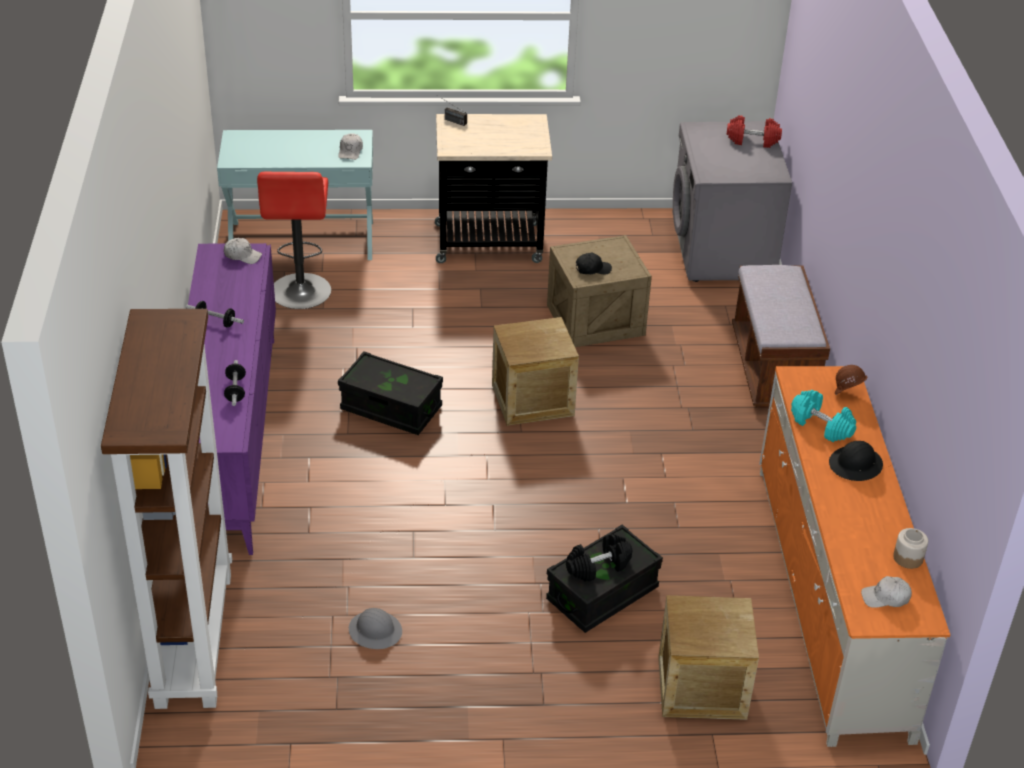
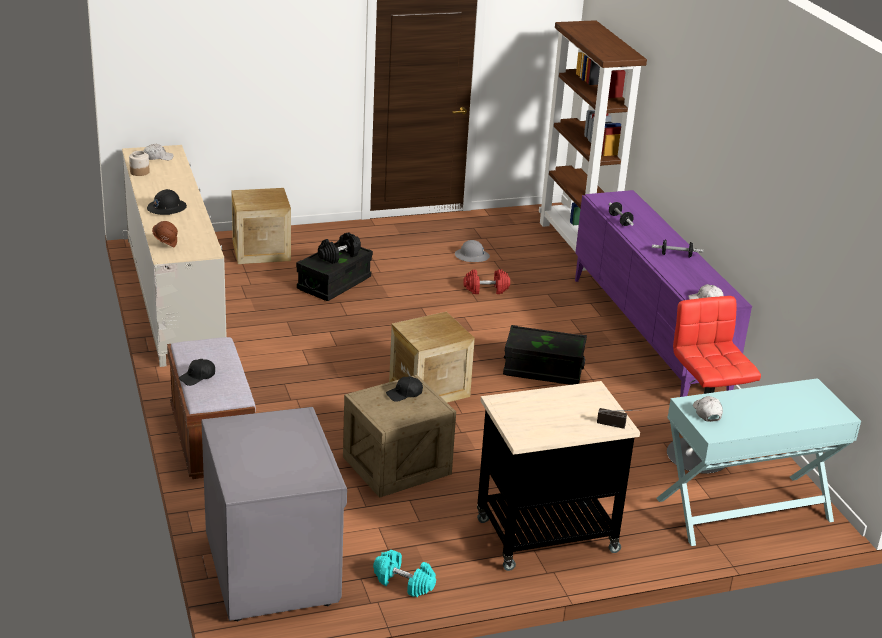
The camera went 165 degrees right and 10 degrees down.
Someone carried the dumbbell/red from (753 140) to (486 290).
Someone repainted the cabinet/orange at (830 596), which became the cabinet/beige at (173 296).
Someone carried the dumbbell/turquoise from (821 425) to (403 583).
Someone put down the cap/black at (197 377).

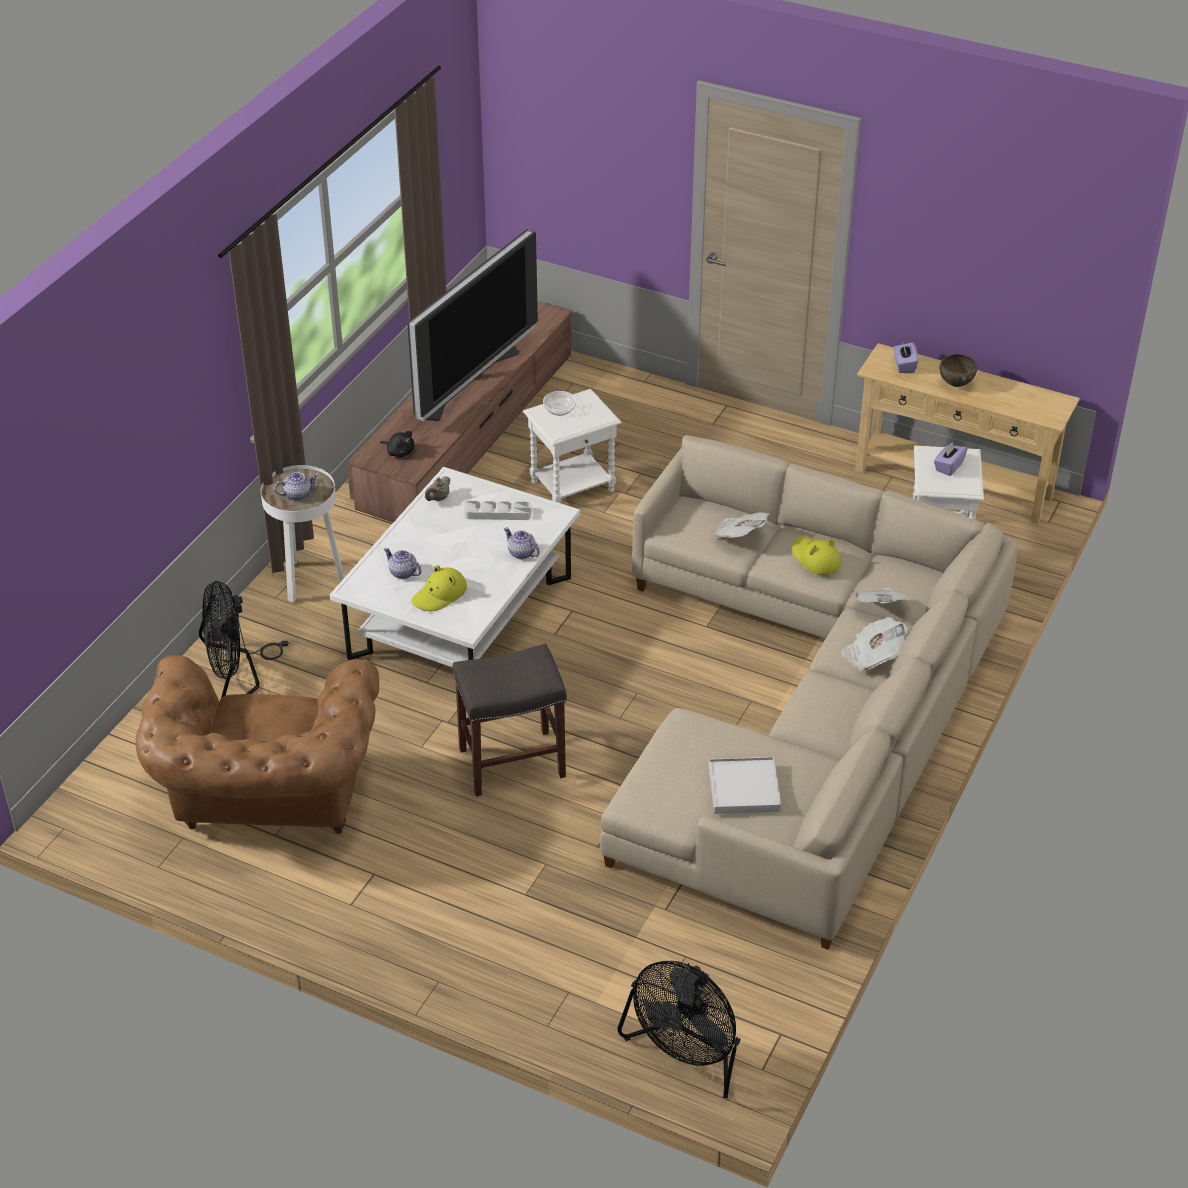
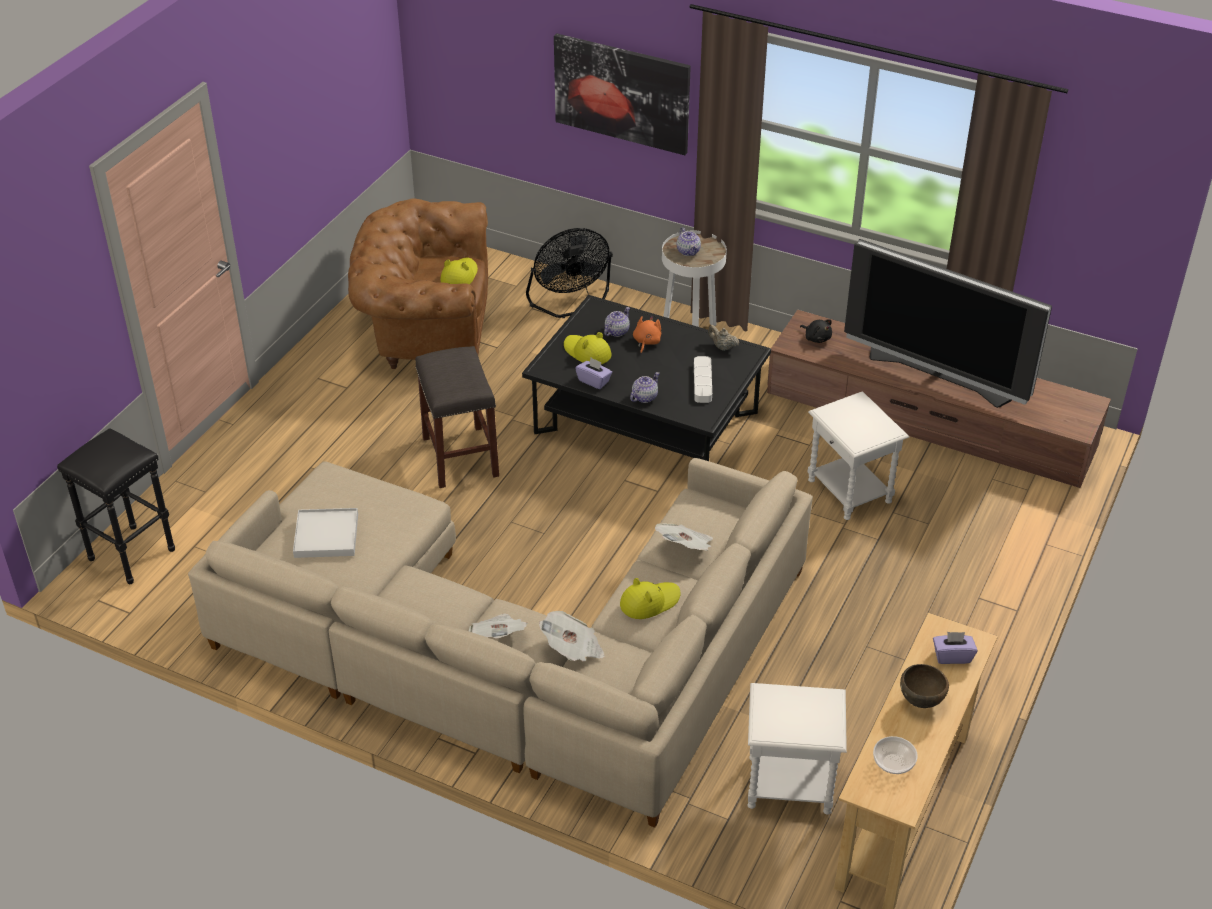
The camera went 90 degrees right and 0 degrees up.
Someone carried the bowl from (559 410) to (893 763).
Someone rotated the plush toy/black at (399 452) by 75 degrees counterclockwise.
Someone carried the tissue box/purple from (948 466) to (594 381).
Someone repainted the coffee table/white at (461 617), which became the coffee table/black at (646 422).
Someone swapped the fan/black at (685 1048) for the stool/black at (132 555).
Someone put up the picture at (622 93).
Someone put down the hat/yellow at (459 276).
Someone put down the plush toy/orange at (646 342).

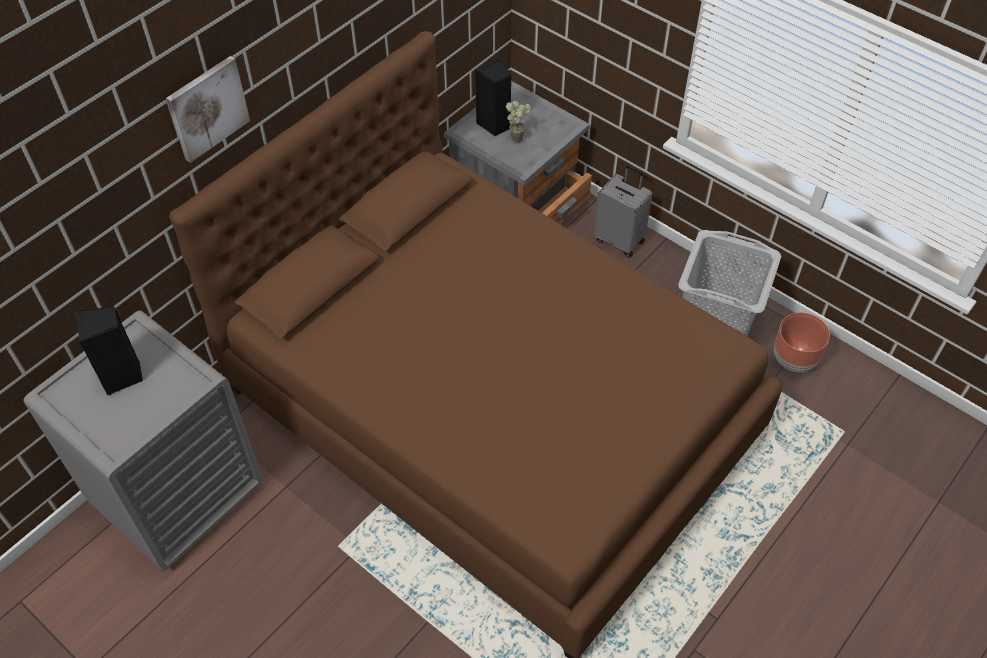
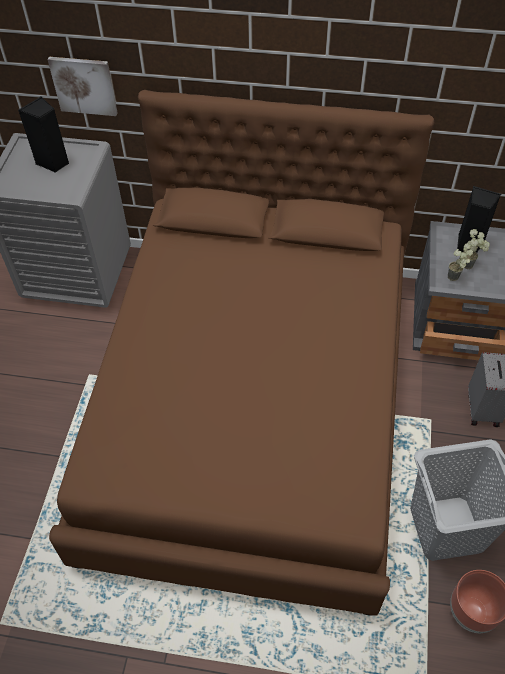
The camera went 60 degrees right and 0 degrees up.
Someone carried the picture from (207 108) to (84 85).
Someone put down the potted plant at (455 279).

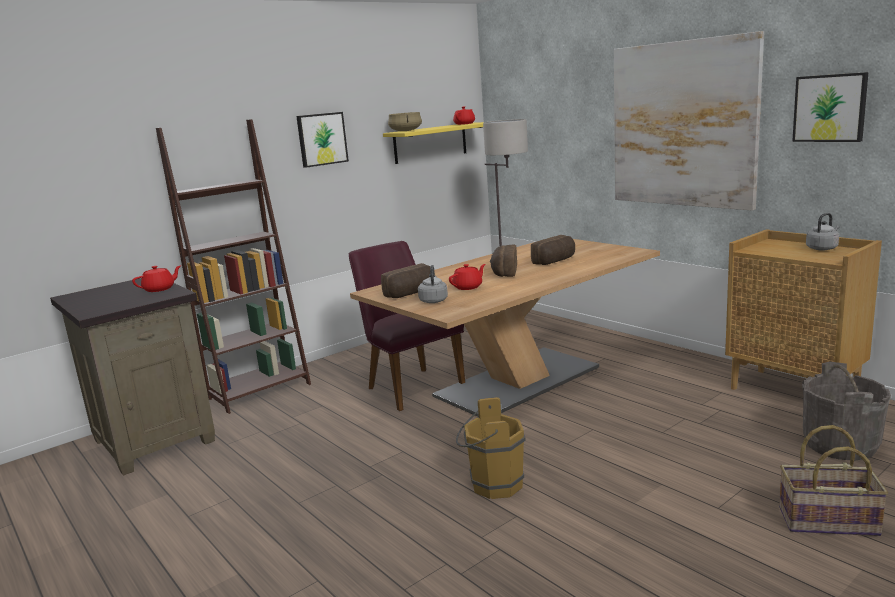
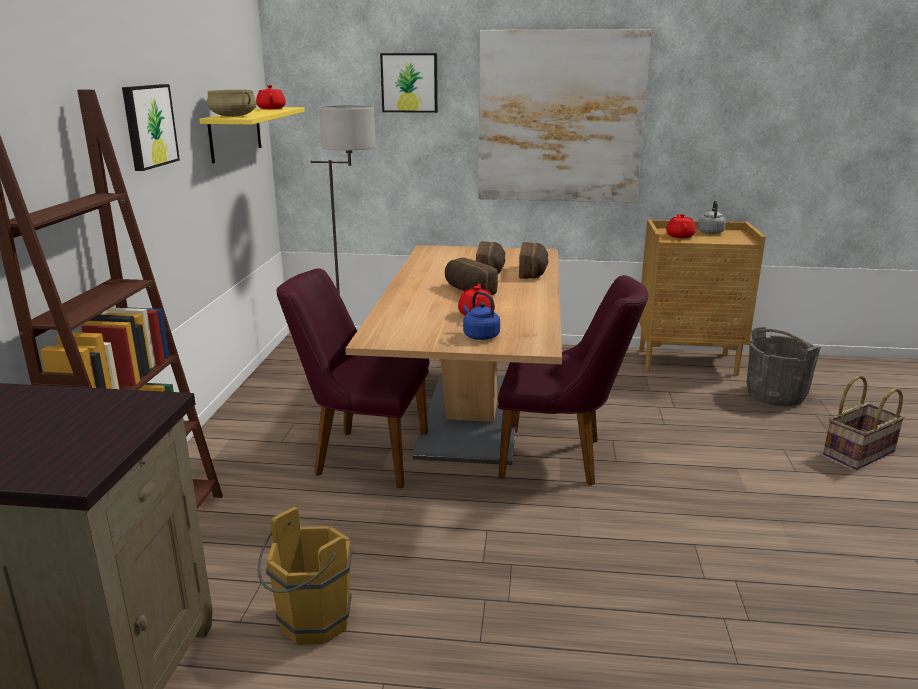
The camera went 45 degrees left and 5 degrees up.
Someone carried the picture from (830 108) to (409 82).
Someone carried the bread from (411 293) to (533 272).
Someone carried the teapot/red from (160 289) to (680 236).
Someone repainted the kettle/grey at (433 300), which became the kettle/blue at (479 336).
Someone carried the bucket/brown from (492 485) to (310 623).
Someone put down the chair/purple at (562 458).

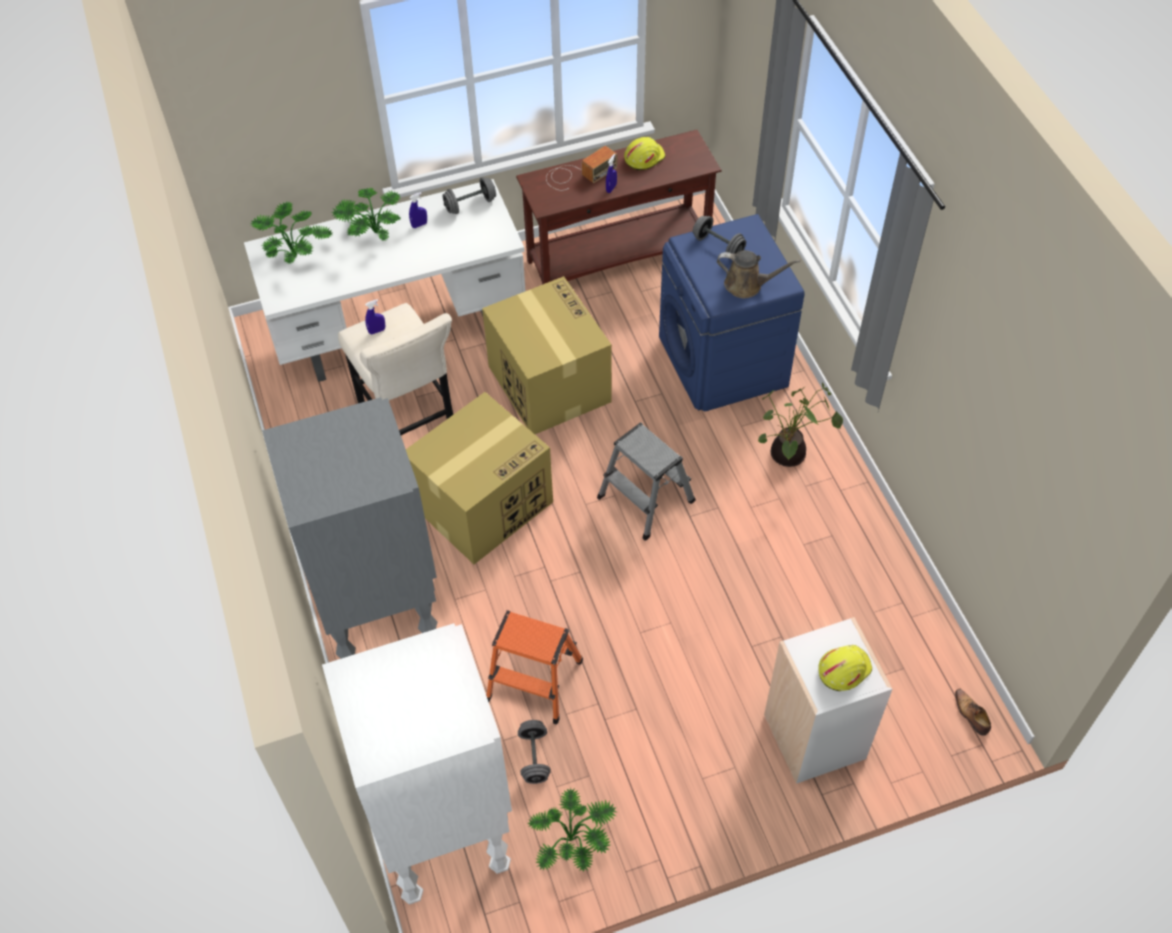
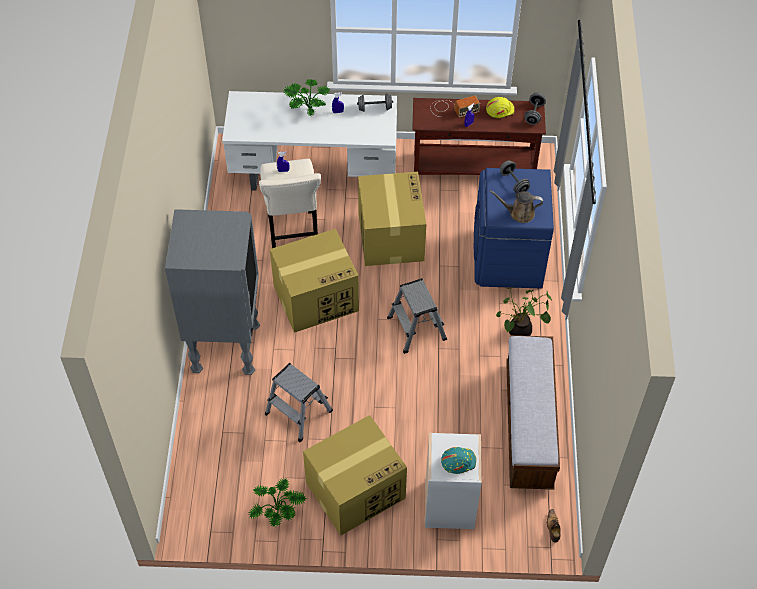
The camera went 20 degrees right and 0 degrees up.
Someone took away the potted plant at (295 253).
Someone rotated the watering can/brown at (747 285) by 150 degrees clockwise.
Someone repainted the step ladder/orange at (535 679), which became the step ladder/grey at (299 412).
Someone took away the cabinet/white at (445 833).
Someone repainted the hard hat/yellow at (843 669), which became the hard hat/turquoise at (458 461).
Someone carried the dumbbell/grey from (534 757) to (534 114).
Someone put down the bench at (528 425).
Someone put down the cardboard box at (356 489).

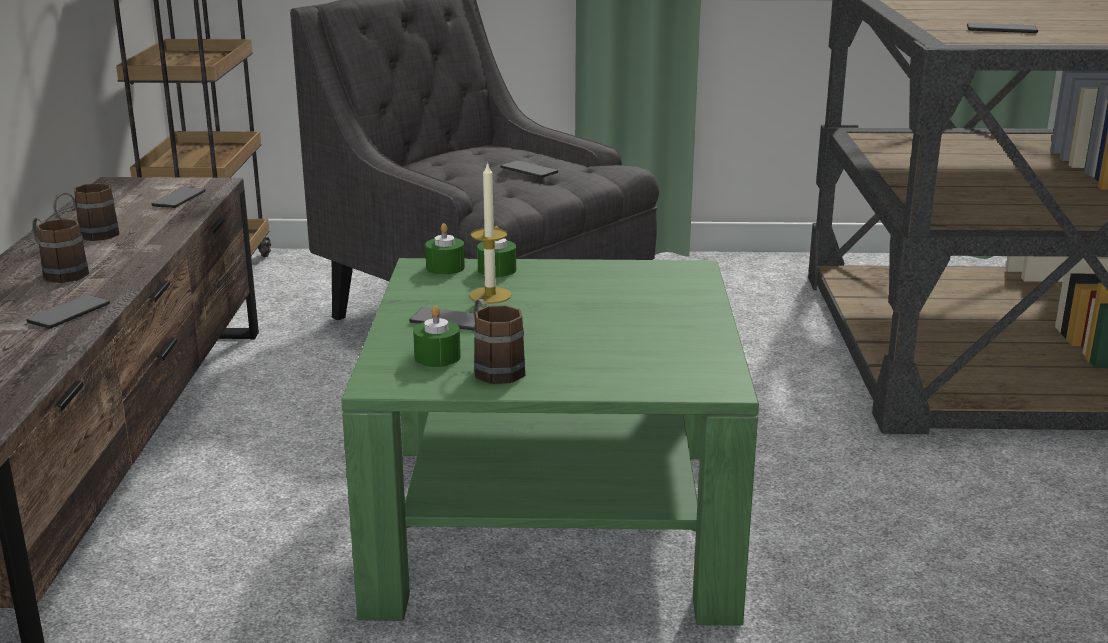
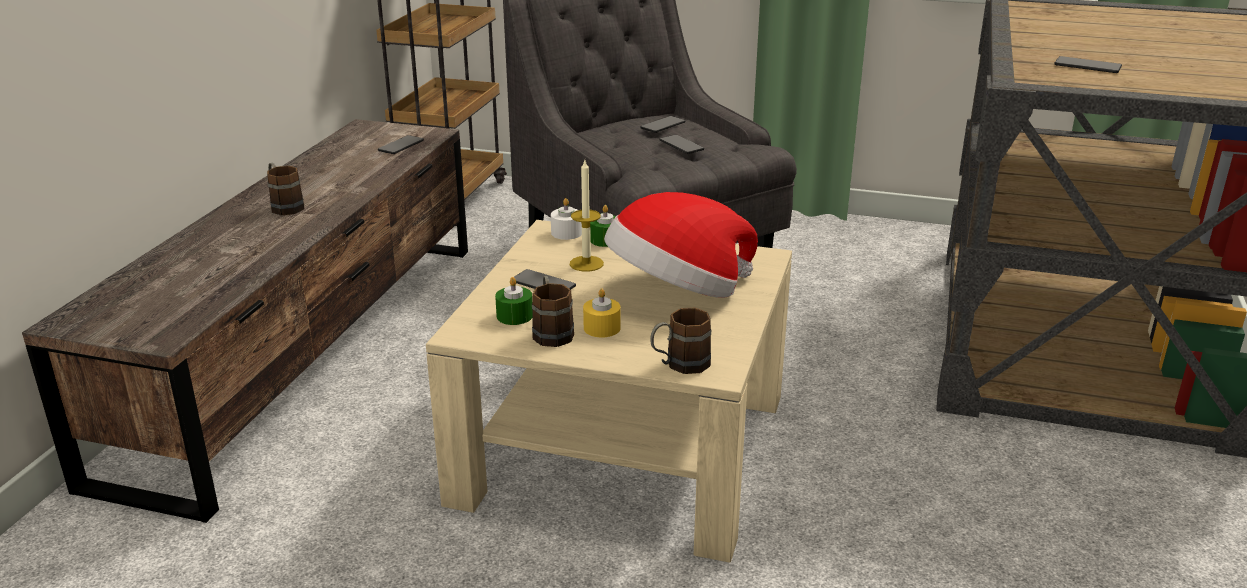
The camera went 15 degrees right and 5 degrees up.
Someone carried the mug/brown from (89 236) to (679 365).
Someone repainted the candle/green at (445 267), which became the candle/white at (566 233).
Someone repainted the coffee table/green at (554 520), which became the coffee table/beige at (623 448).
Someone carried the phone from (69 313) to (663 125).
Someone put down the hat at (677 292).
Someone put down the candle/yellow at (602 328).

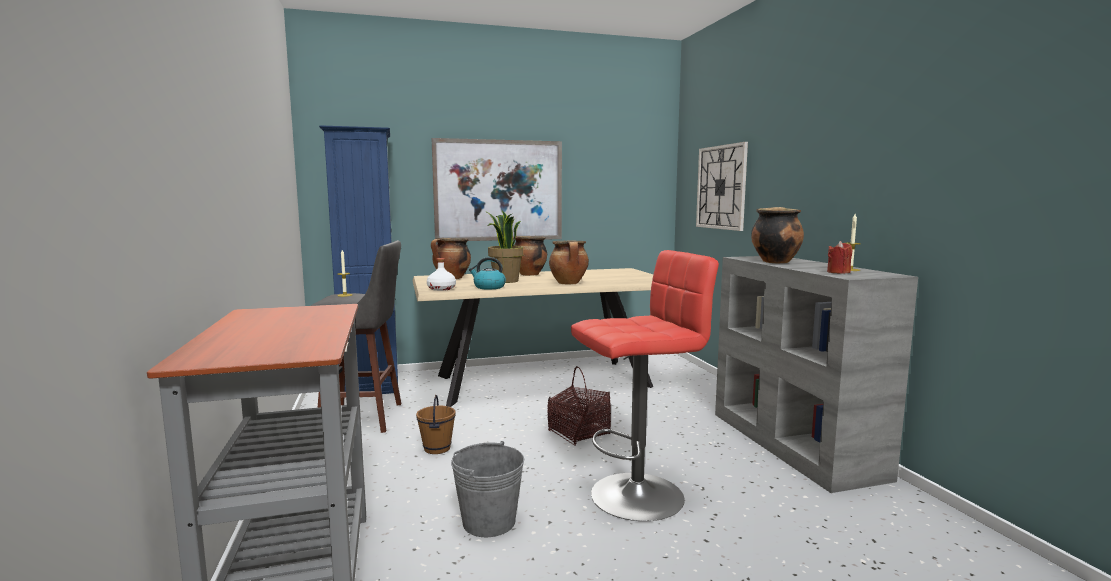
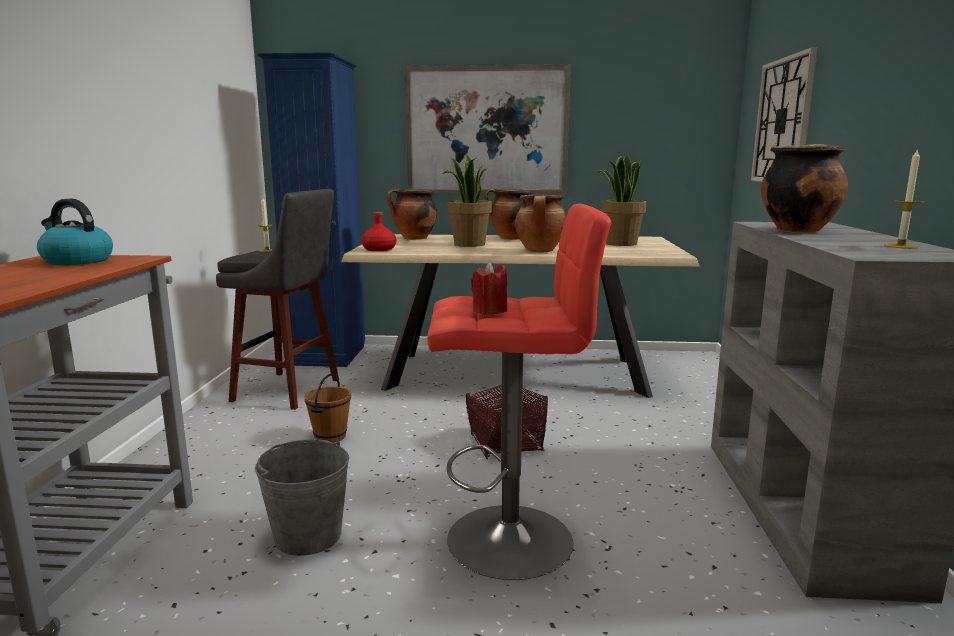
The camera went 20 degrees right and 5 degrees up.
Someone carried the candle/red from (838 272) to (489 311).
Someone carried the kettle from (489 287) to (76 261).
Someone repainted the bottle/white at (441 289), which became the bottle/red at (378 249).
Someone put down the potted plant at (620 243).

